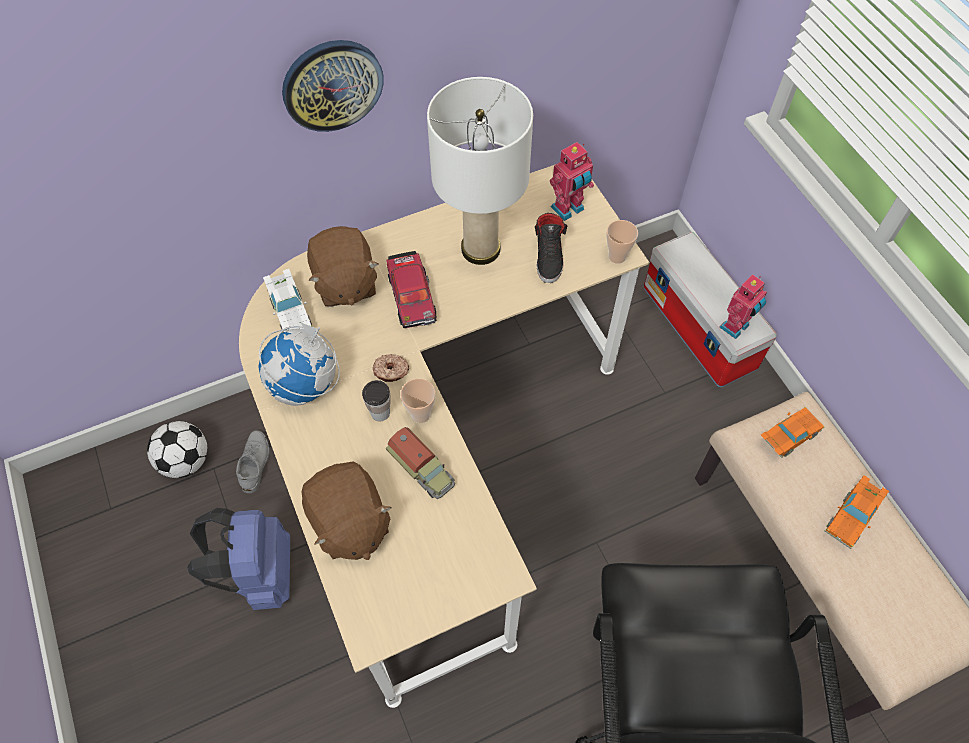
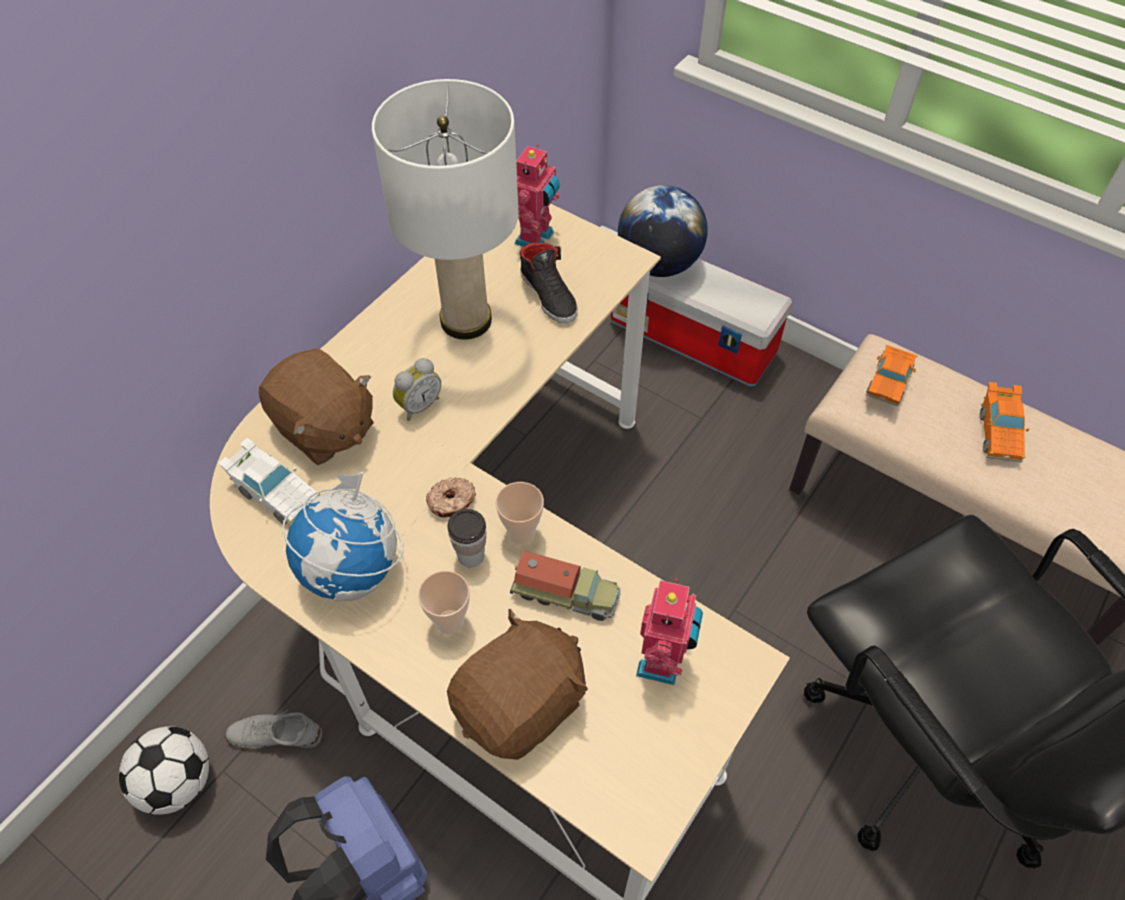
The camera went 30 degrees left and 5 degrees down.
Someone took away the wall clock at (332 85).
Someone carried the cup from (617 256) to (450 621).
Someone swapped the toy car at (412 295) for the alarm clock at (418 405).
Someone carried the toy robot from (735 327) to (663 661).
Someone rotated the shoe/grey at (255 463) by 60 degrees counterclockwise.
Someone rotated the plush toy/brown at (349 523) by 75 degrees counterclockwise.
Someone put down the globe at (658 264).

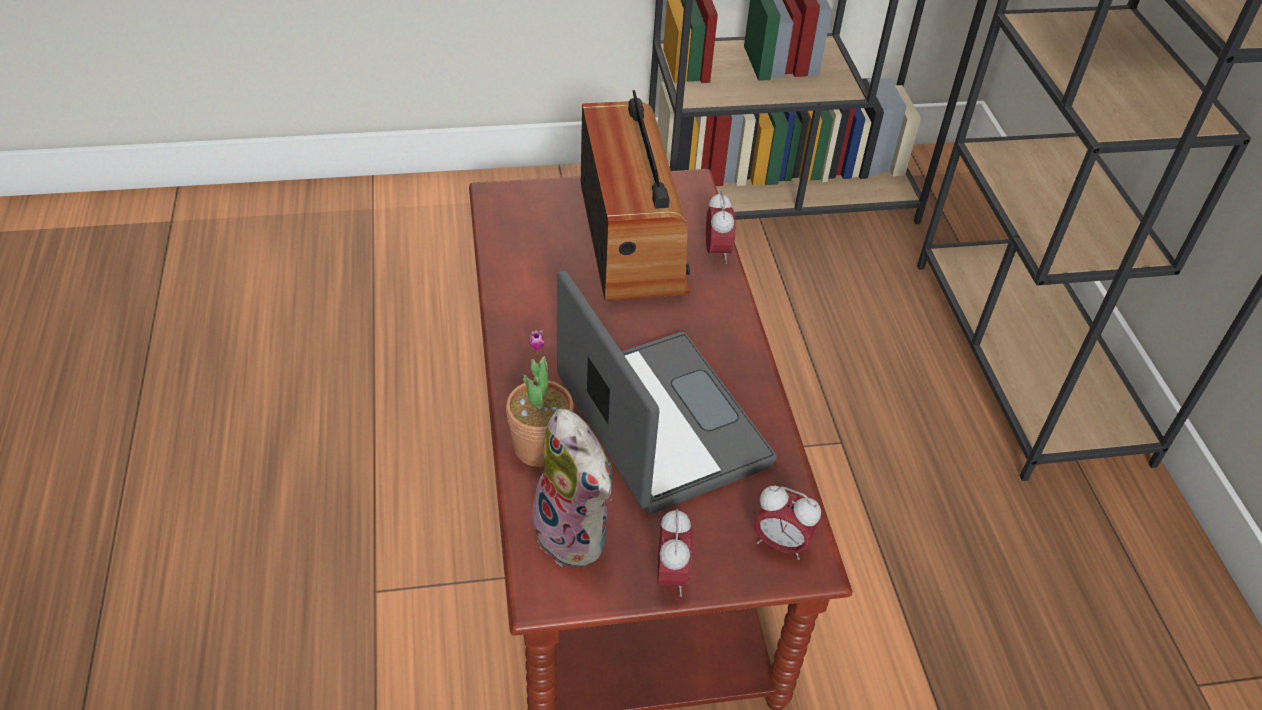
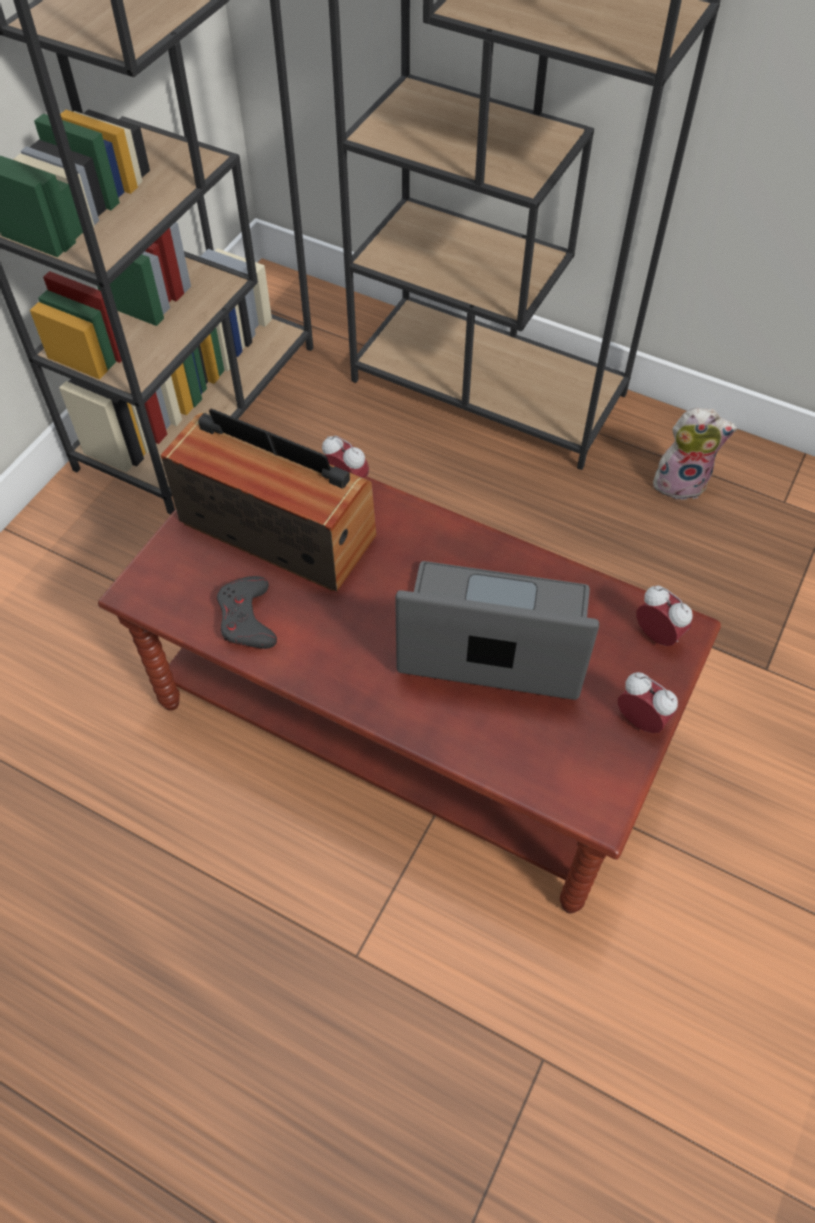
The camera went 50 degrees left and 10 degrees up.
Someone took away the potted plant at (540 447).
Someone carried the plush toy from (576 534) to (681 482).
Someone rotated the alarm clock at (780 544) by 105 degrees counterclockwise.
Someone put down the game controller/grey at (247 618).

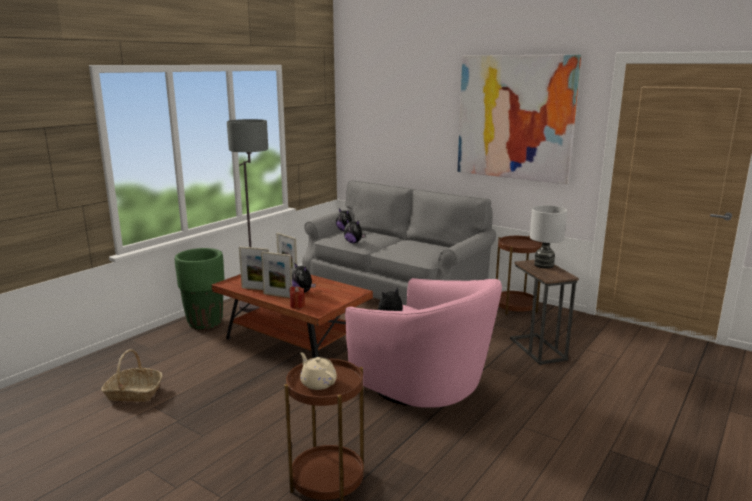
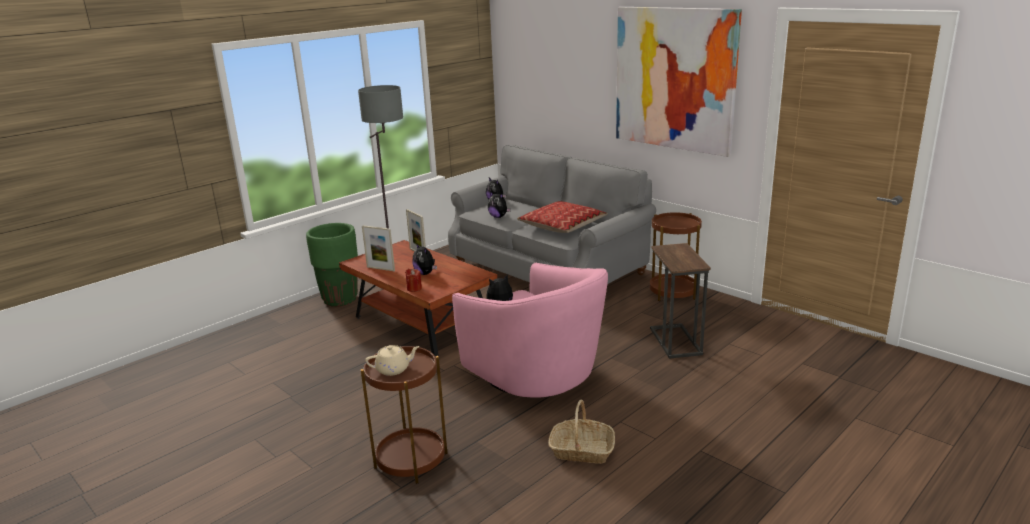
The camera went 10 degrees right and 5 degrees up.
Someone took away the table lamp/grey at (543 265).
Someone took away the picture frame at (278 295).
Someone carried the basket from (133 393) to (581 450).
Someone rotated the teapot/beige at (318 383) by 105 degrees clockwise.
Someone put down the pillow at (562 225).

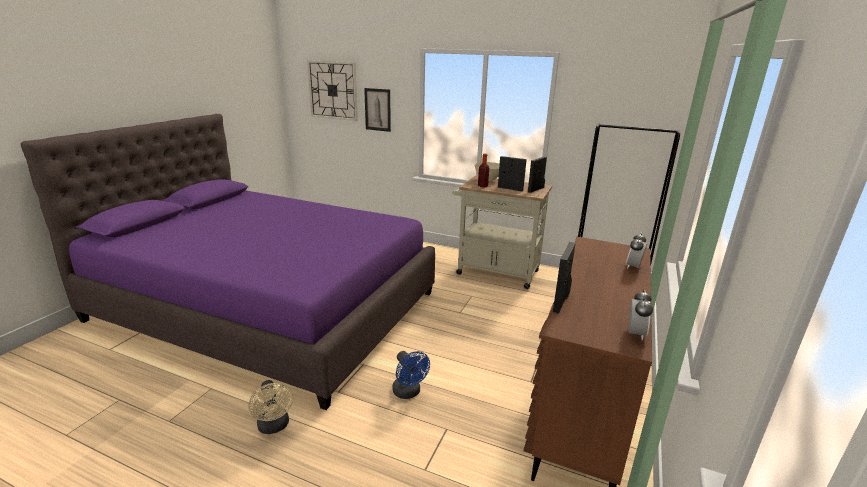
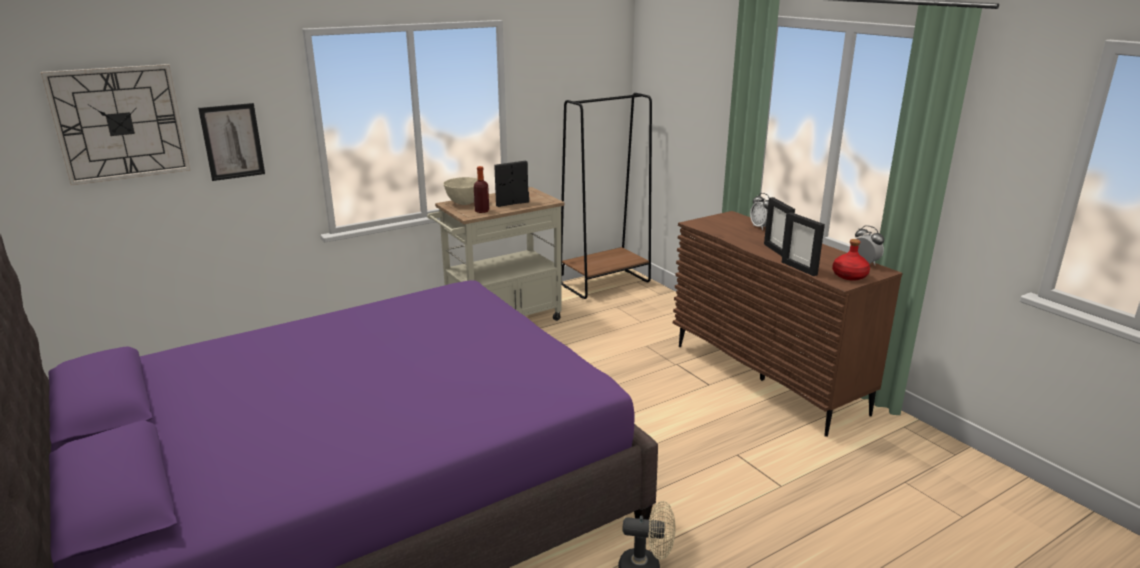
The camera went 55 degrees left and 0 degrees up.
Someone carried the picture frame from (536 189) to (777 250).
Someone took away the fan/blue at (409 393).
Someone put down the bottle/red at (850 276).

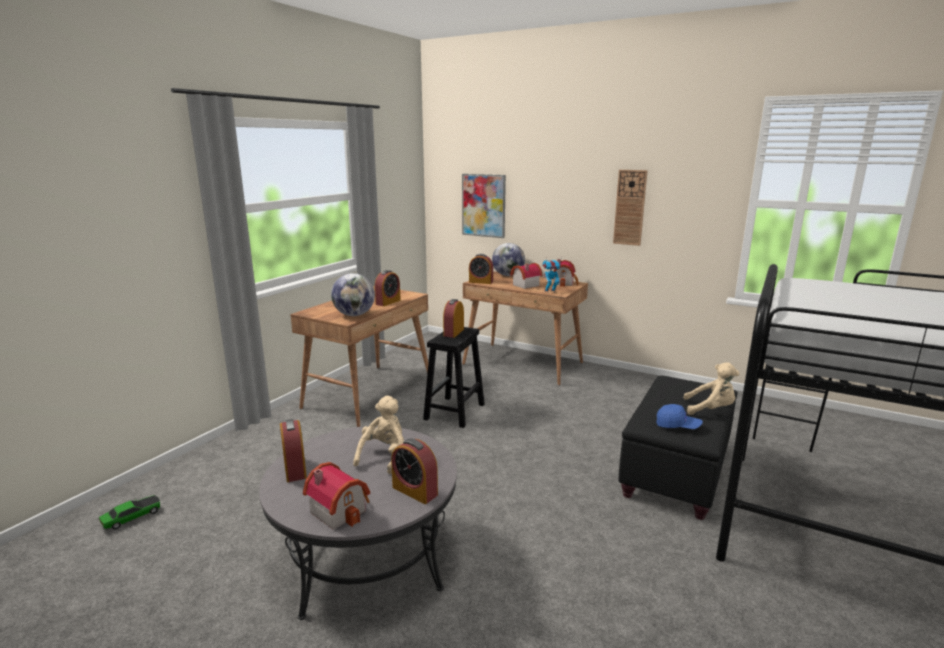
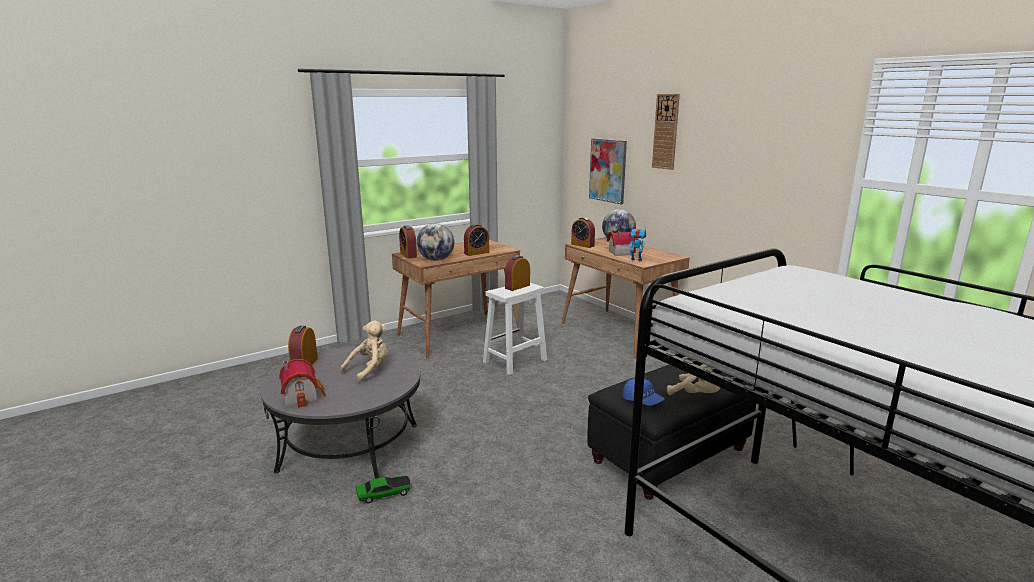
The camera went 25 degrees right and 0 degrees up.
Someone carried the wall clock from (630 207) to (666 131).
Someone took away the toy house at (565 283).
Someone repainted the stool/black at (454 412), which became the stool/white at (514 361).
Someone carried the alarm clock from (415 491) to (408 255).
Someone carried the toy car from (132 517) to (384 494).

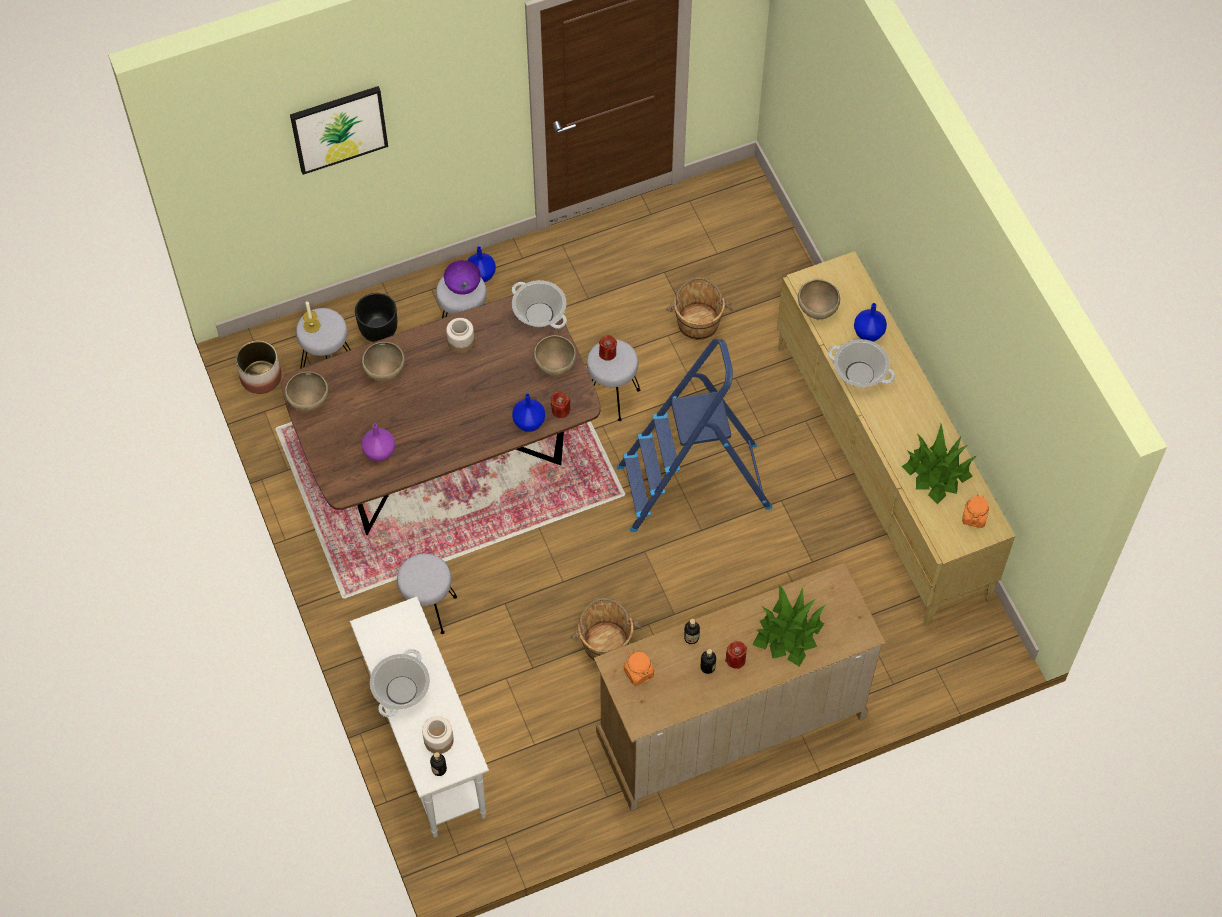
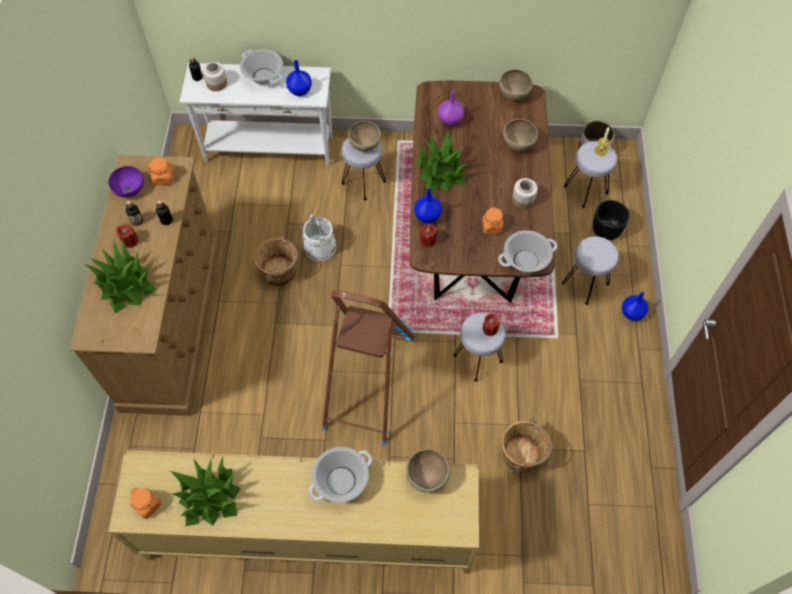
The camera went 115 degrees right and 0 degrees up.
Someone took away the picture at (339 128).
Someone carried the bowl/purple from (463 284) to (130 189).
Someone carried the vase/blue from (868 332) to (300 91).
Someone carried the bowl/brown from (555 366) to (365 145).
Someone repainted the step ladder/blue at (692 487), which became the step ladder/brown at (369 380).
Someone put down the potted plant at (440 172).
Someone put down the jar/orange at (491 226).
Someone put down the bucket/white at (320 247).

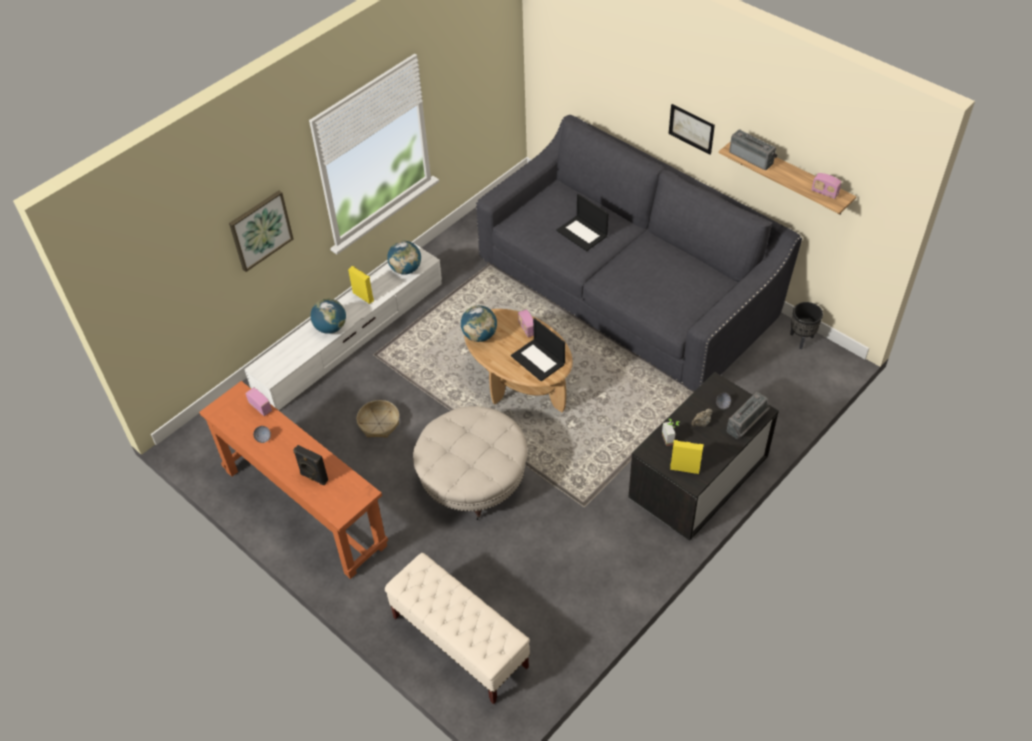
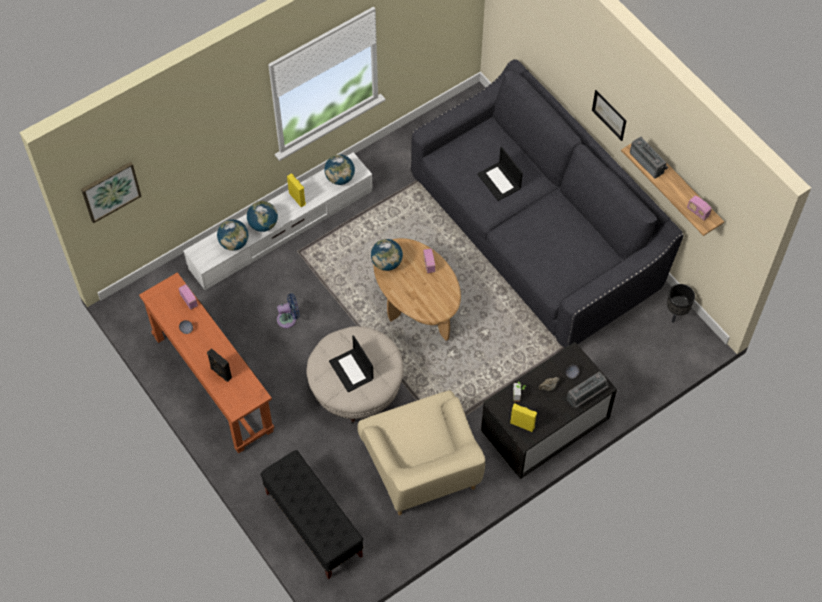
The camera went 10 degrees right and 10 degrees up.
Someone carried the picture from (260 230) to (110 191).
Someone carried the laptop from (538 360) to (352 370).
Someone swapped the basket at (379 423) for the fan/blue at (288 319).
Someone repainted the bench/beige at (459 642), which became the bench/black at (313 524).
Someone put down the globe at (234 243).
Someone put down the armchair/beige at (422 466).

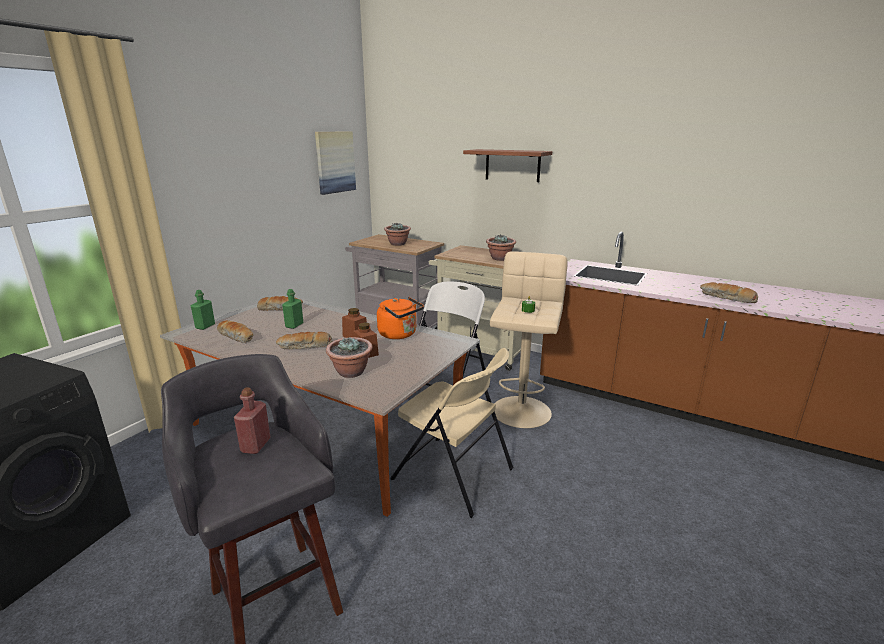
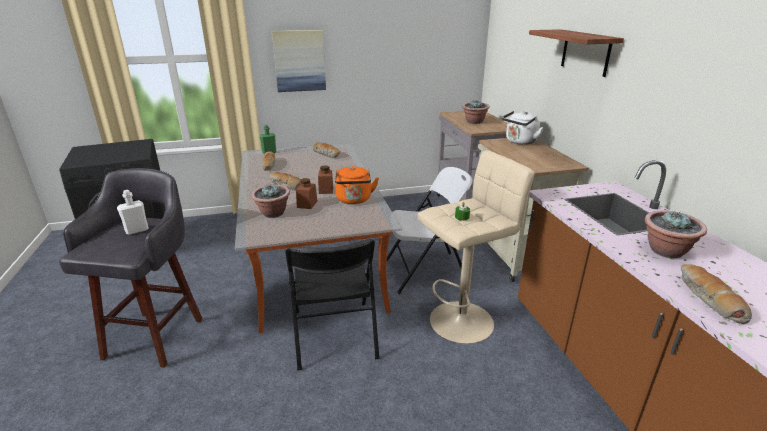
The camera went 45 degrees right and 5 degrees up.
Someone carried the picture from (335 162) to (299 61).
Someone carried the potted plant from (500 258) to (666 251).
Someone took away the bottle/green at (294 325).
Someone repainted the chair/beige at (452 474), which became the chair/black at (334 334).
Someone repainted the bottle/red at (255 445), which became the bottle/white at (137 230).
Someone put down the kettle/white at (520 142).

